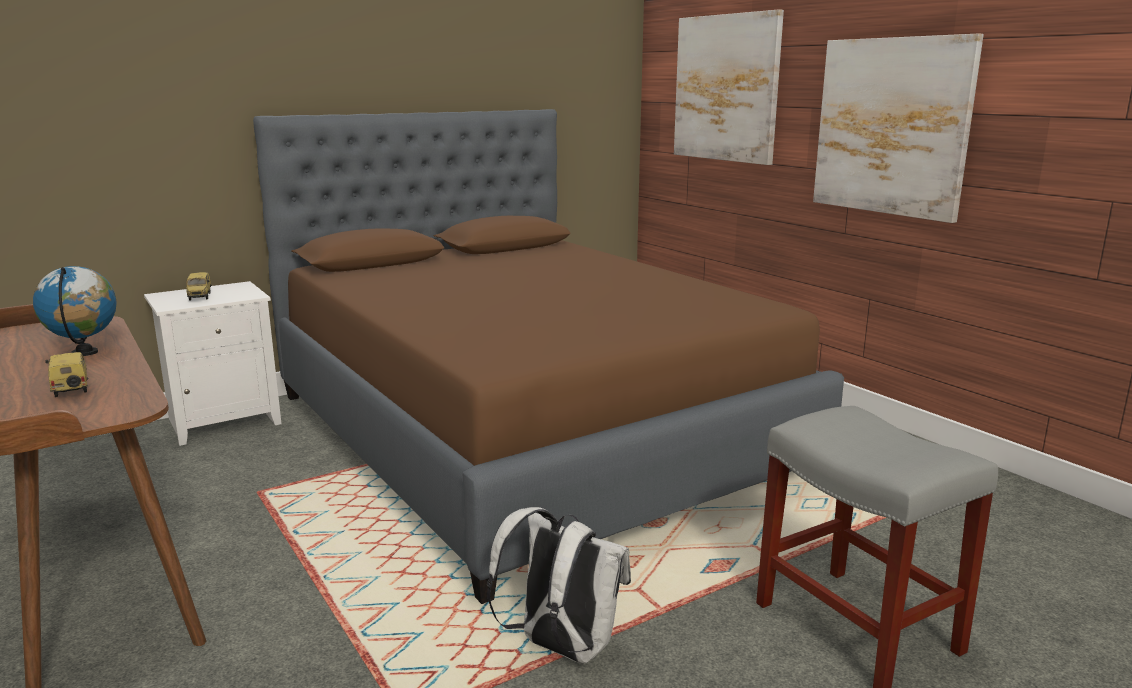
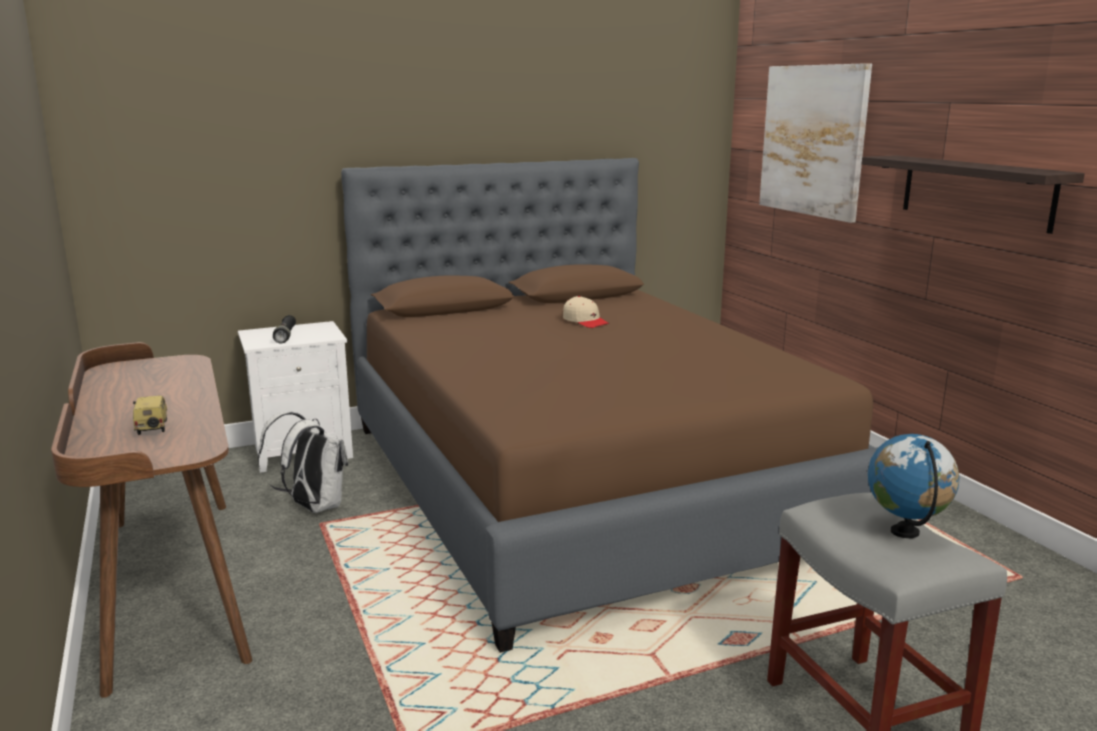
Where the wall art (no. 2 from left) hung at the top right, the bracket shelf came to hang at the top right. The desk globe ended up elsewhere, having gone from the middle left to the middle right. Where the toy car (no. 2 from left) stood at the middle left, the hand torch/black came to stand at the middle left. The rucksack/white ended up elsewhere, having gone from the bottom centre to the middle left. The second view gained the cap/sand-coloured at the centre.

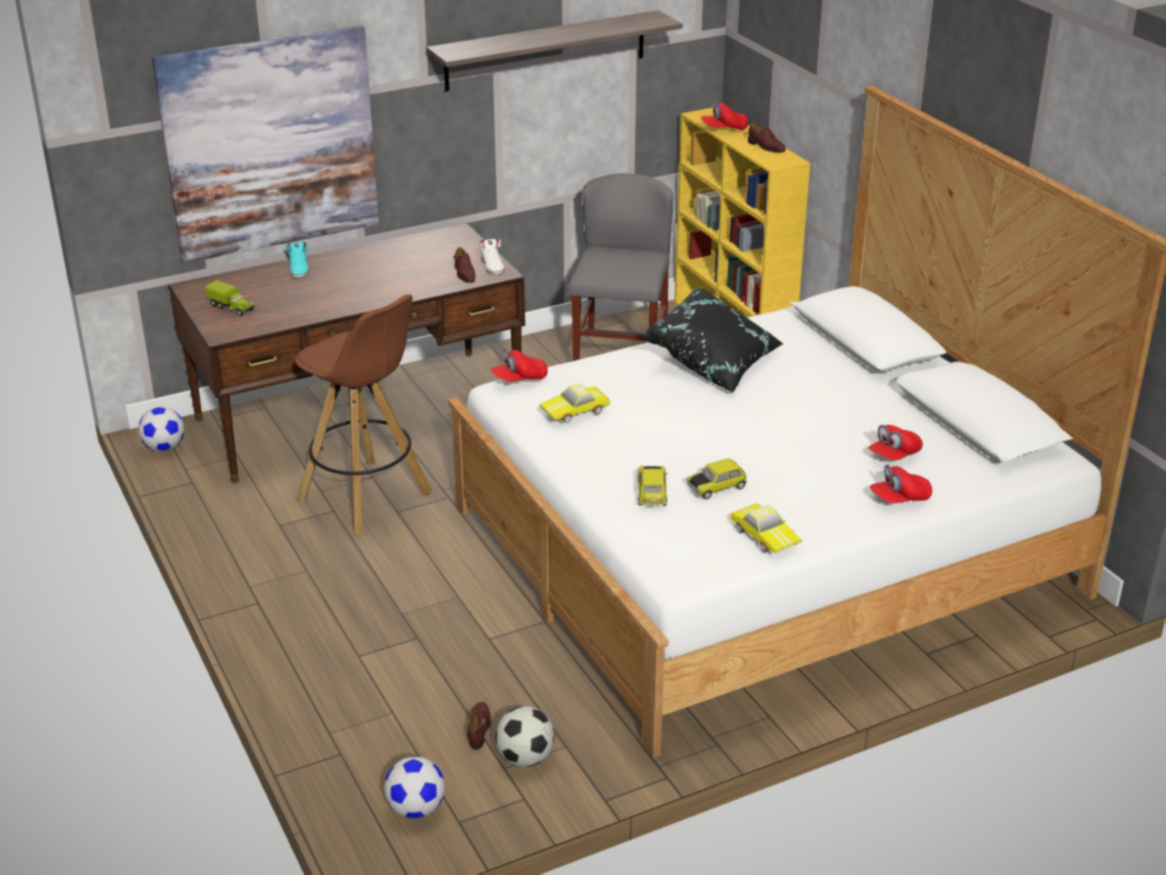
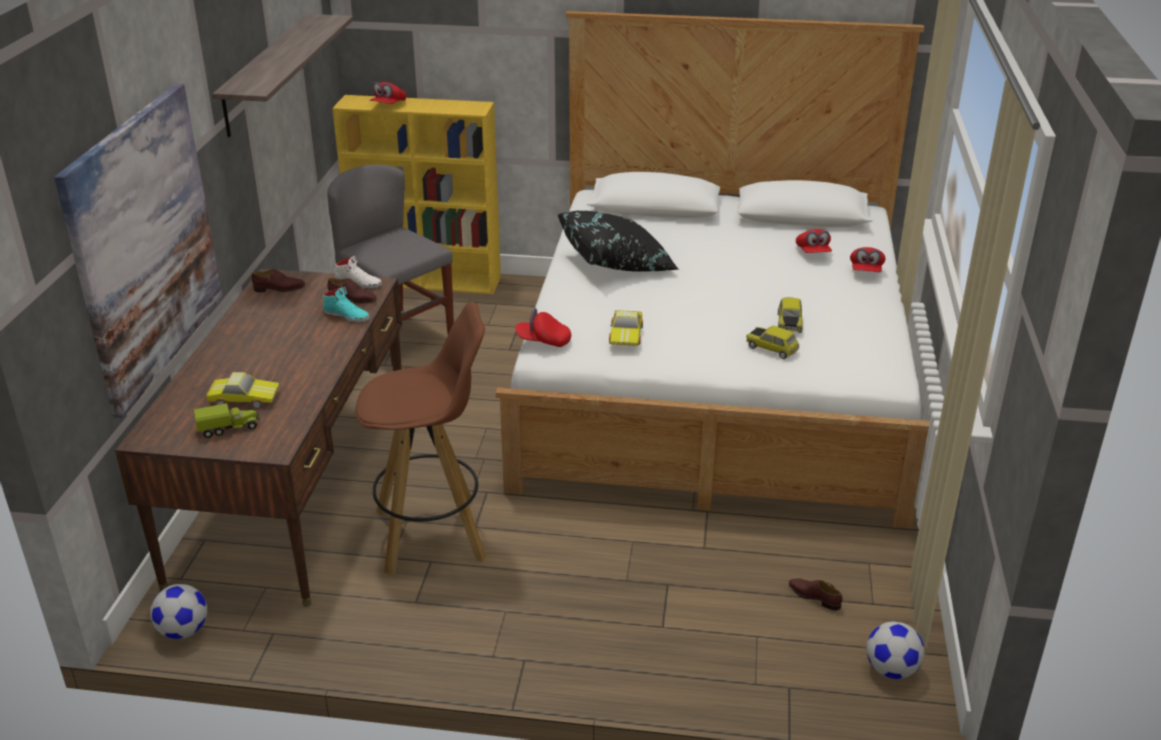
The low shoe/brownish (no. 3 from left in the first image) ended up elsewhere, having gone from the top centre to the middle left. The low shoe/turquoise-coloured ended up elsewhere, having gone from the top left to the middle left. The cap/reddish (no. 1 from left in the first image) at the centre ended up facing another way, 90 degrees clockwise from before. The toy car (no. 4 from left in the first image) ended up elsewhere, having gone from the centre to the middle left. The second view lost the ball for football (no. 3 from left) at the bottom centre.

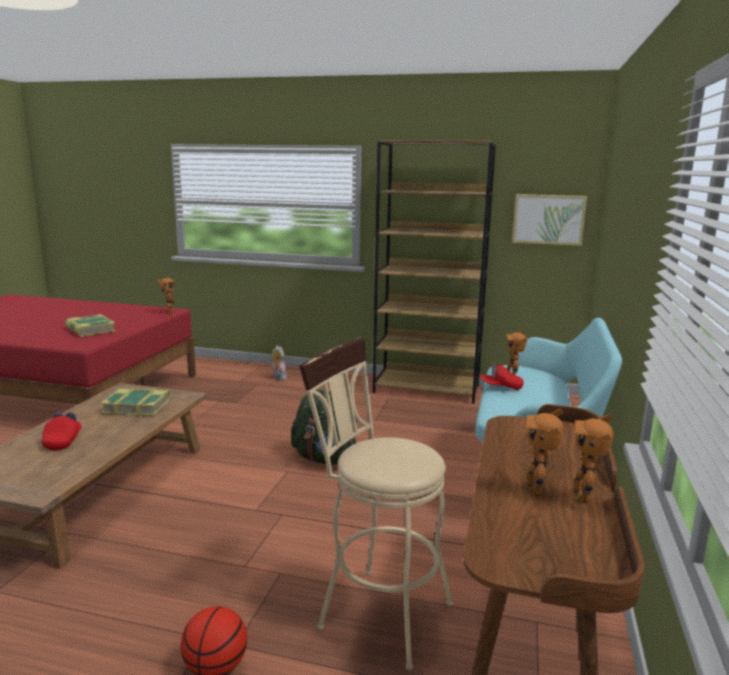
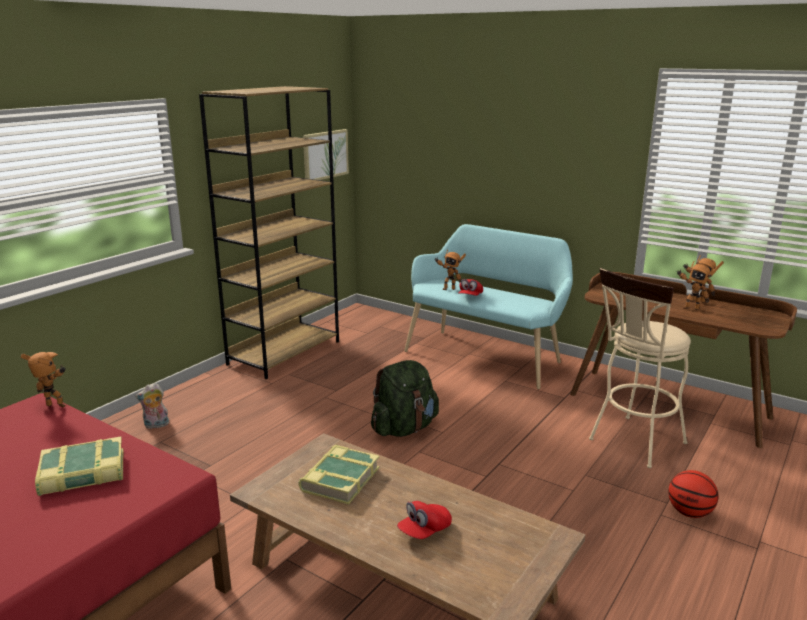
The cap/reddish (no. 1 from left) at the middle left ended up facing another way, 60 degrees counterclockwise from before.

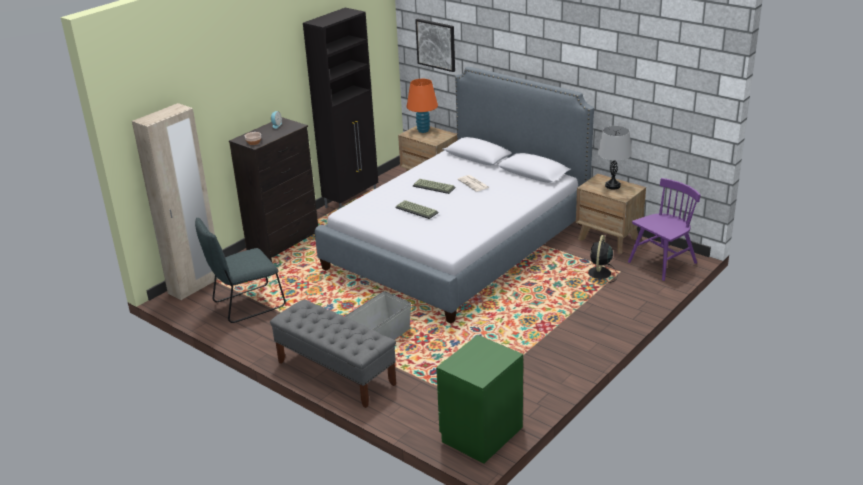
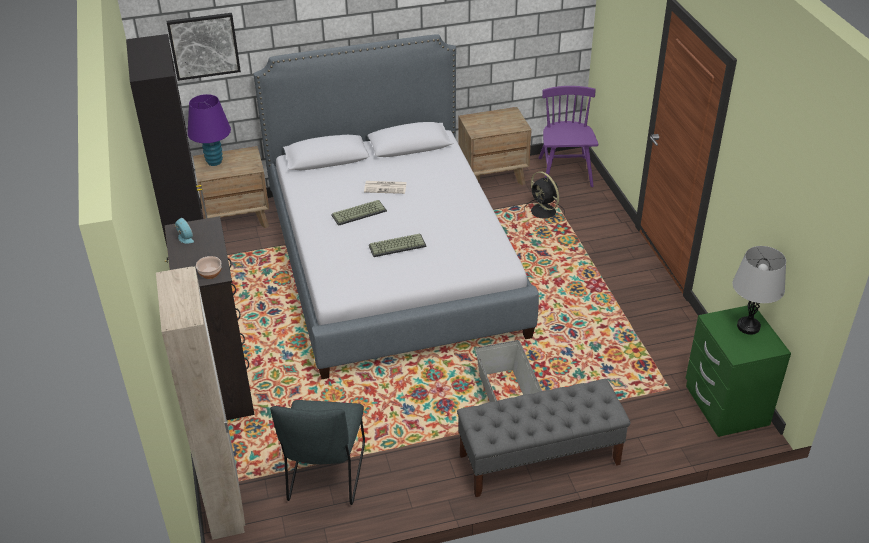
What was the lamp for a table/orange at the top centre turned into the lamp for a table/purple at the top left. The lamp for a table/grey ended up elsewhere, having gone from the top right to the middle right.

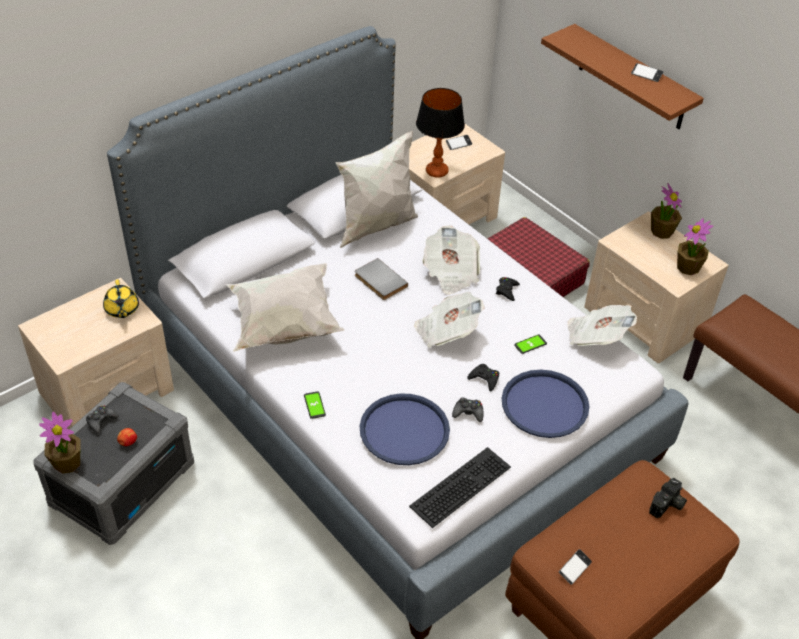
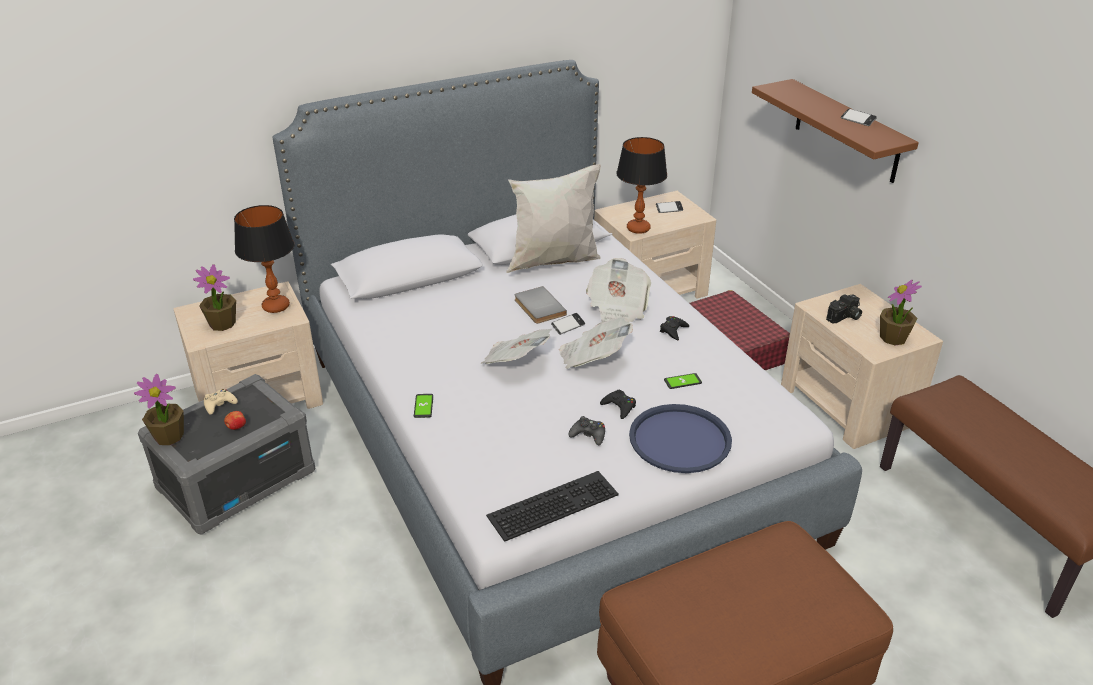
The houseplant (no. 2 from left) ended up elsewhere, having gone from the top right to the middle left. The second view lost the cushion/white (no. 1 from left) at the centre. Where the teapot/yellow stood at the middle left, the lamp for a table (no. 1 from left) came to stand at the middle left. The daily paper (no. 3 from left in the first image) ended up elsewhere, having gone from the middle right to the centre. The second view lost the serving tray/blue (no. 1 from left) at the bottom centre. What was the gamepad/black (no. 1 from left) at the middle left turned into the gamepad/sand-coloured at the middle left. The photo camera ended up elsewhere, having gone from the bottom right to the middle right. The phone (no. 4 from left in the first image) ended up elsewhere, having gone from the bottom right to the centre.

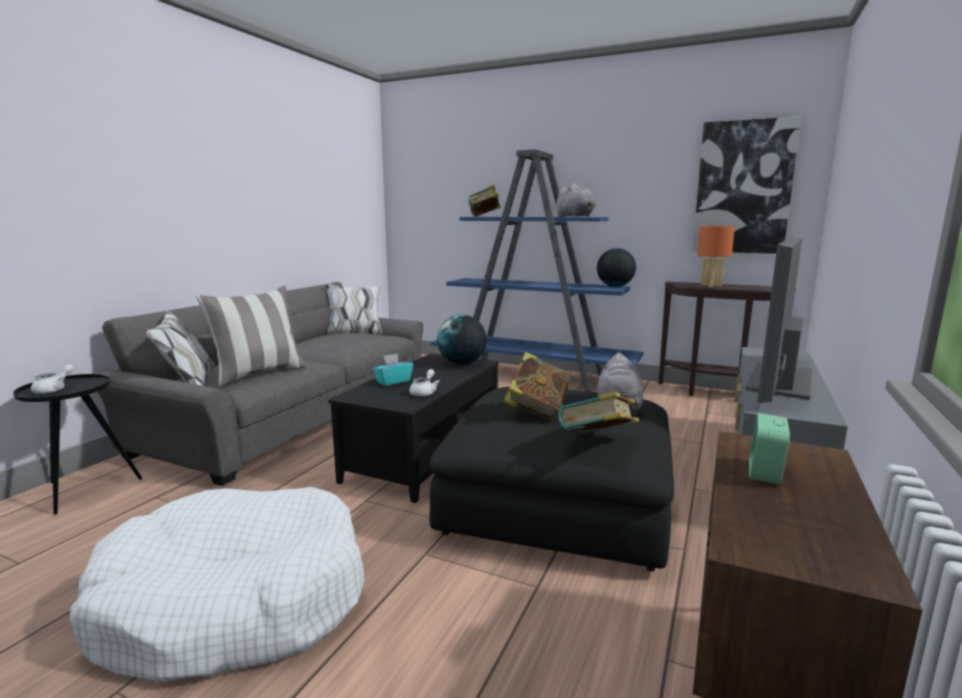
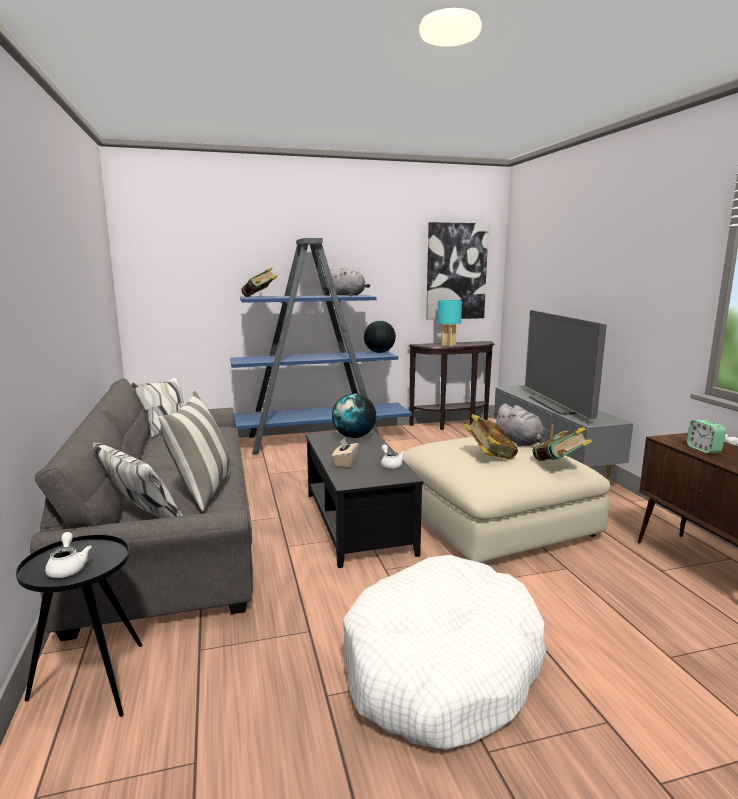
What was the lamp for a table/orange at the middle right turned into the lamp for a table/turquoise-coloured at the centre. What was the tissue box/turquoise-coloured at the centre turned into the tissue box/sand-coloured at the centre. What was the footrest/black at the bottom centre turned into the footrest/sand-coloured at the middle right.

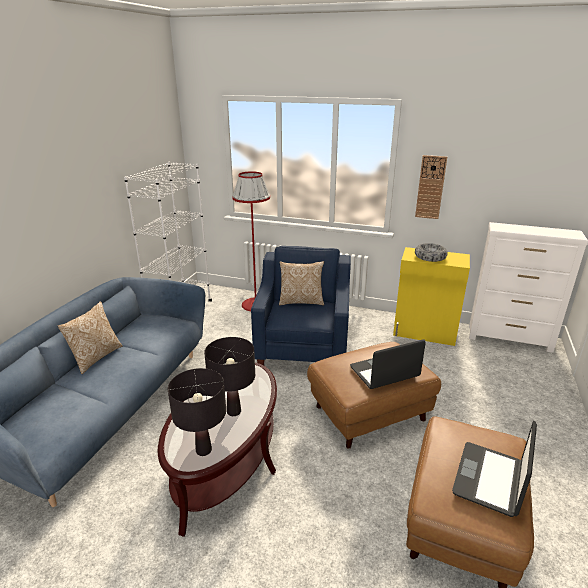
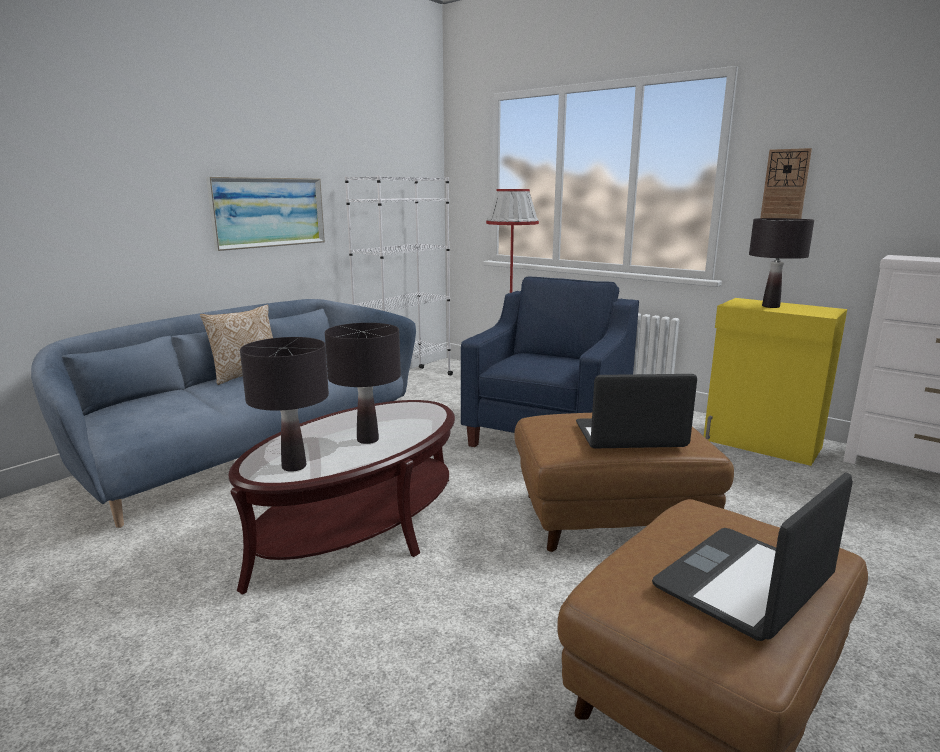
Where the serving bowl stood at the middle right, the lamp for a table/black (no. 3 from left) came to stand at the middle right. The second view lost the cushion (no. 2 from left) at the centre. The second view gained the wall art at the top left.

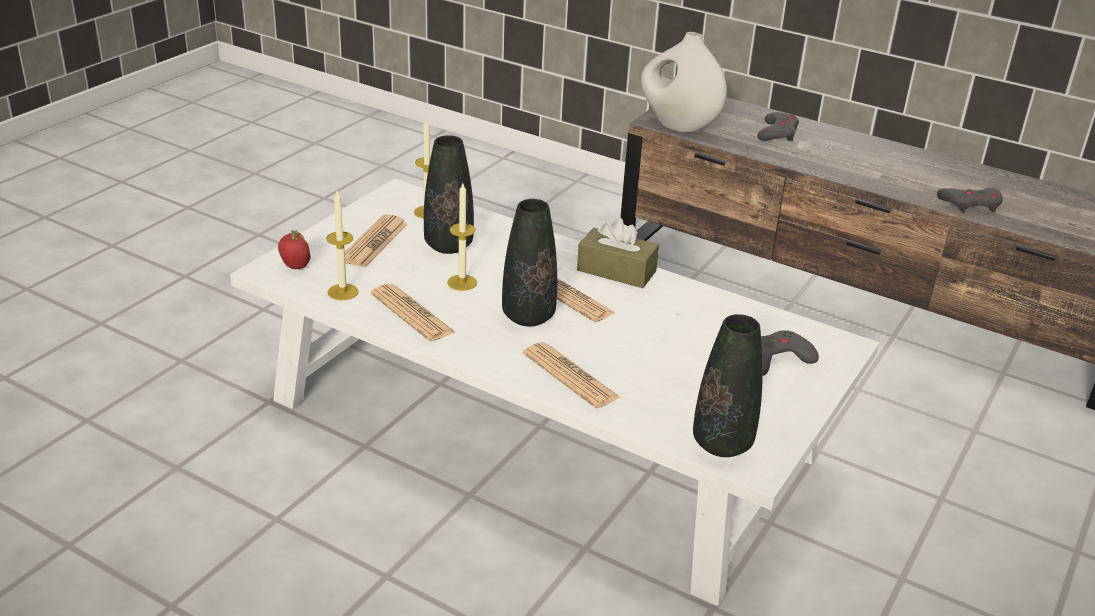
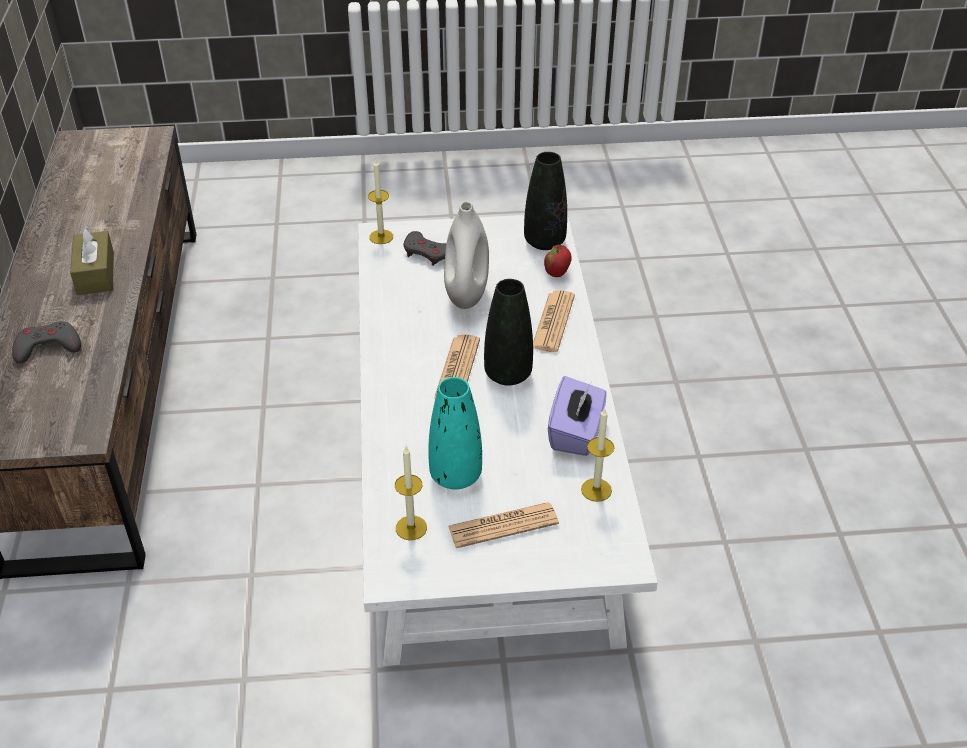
The flower vase/white ended up elsewhere, having gone from the top centre to the centre. What was the flower vase/black (no. 1 from left) at the top centre turned into the flower vase/turquoise-coloured at the centre. The wax candle (no. 3 from left in the first image) ended up elsewhere, having gone from the centre to the top centre. The second view lost the gamepad/grey (no. 3 from left) at the top right. The tissue box/brownish ended up elsewhere, having gone from the centre to the middle left. The apple fruit ended up elsewhere, having gone from the middle left to the centre. Where the daily paper (no. 2 from left) stood at the centre, the tissue box/purple came to stand at the centre.

